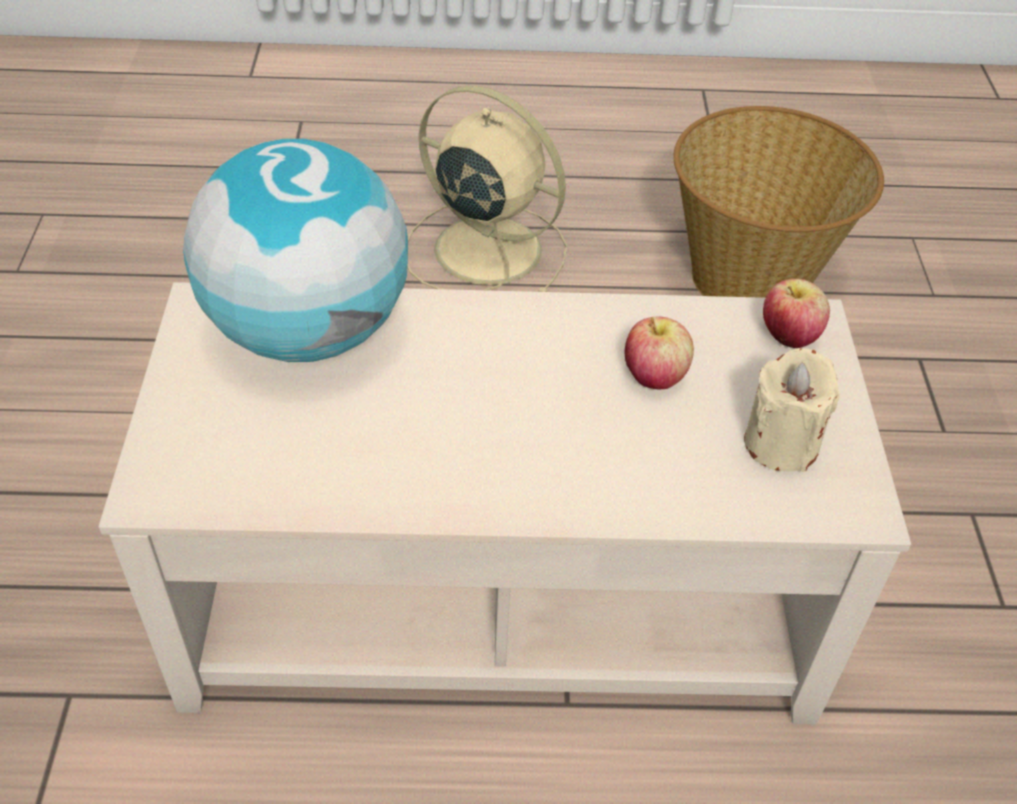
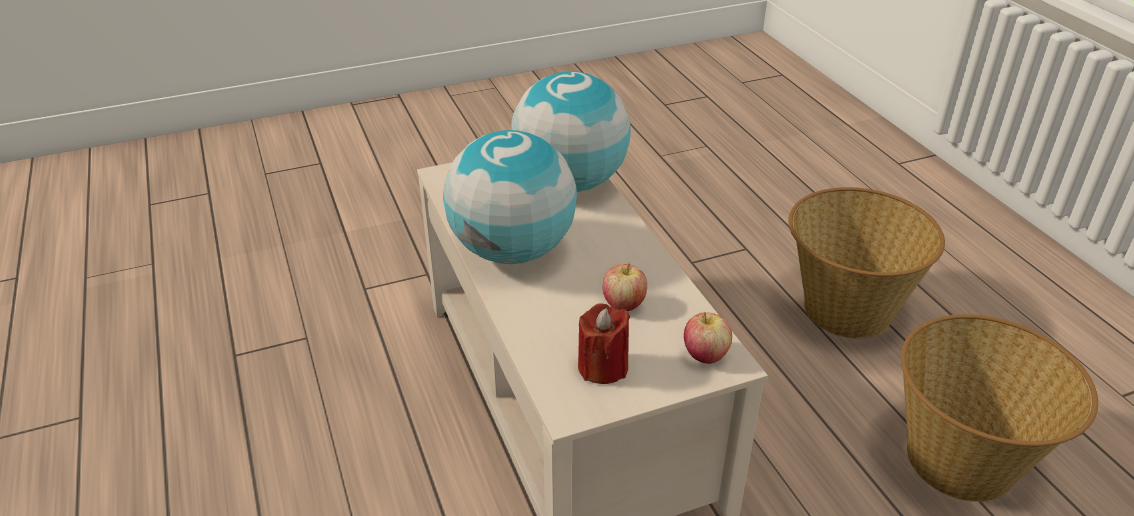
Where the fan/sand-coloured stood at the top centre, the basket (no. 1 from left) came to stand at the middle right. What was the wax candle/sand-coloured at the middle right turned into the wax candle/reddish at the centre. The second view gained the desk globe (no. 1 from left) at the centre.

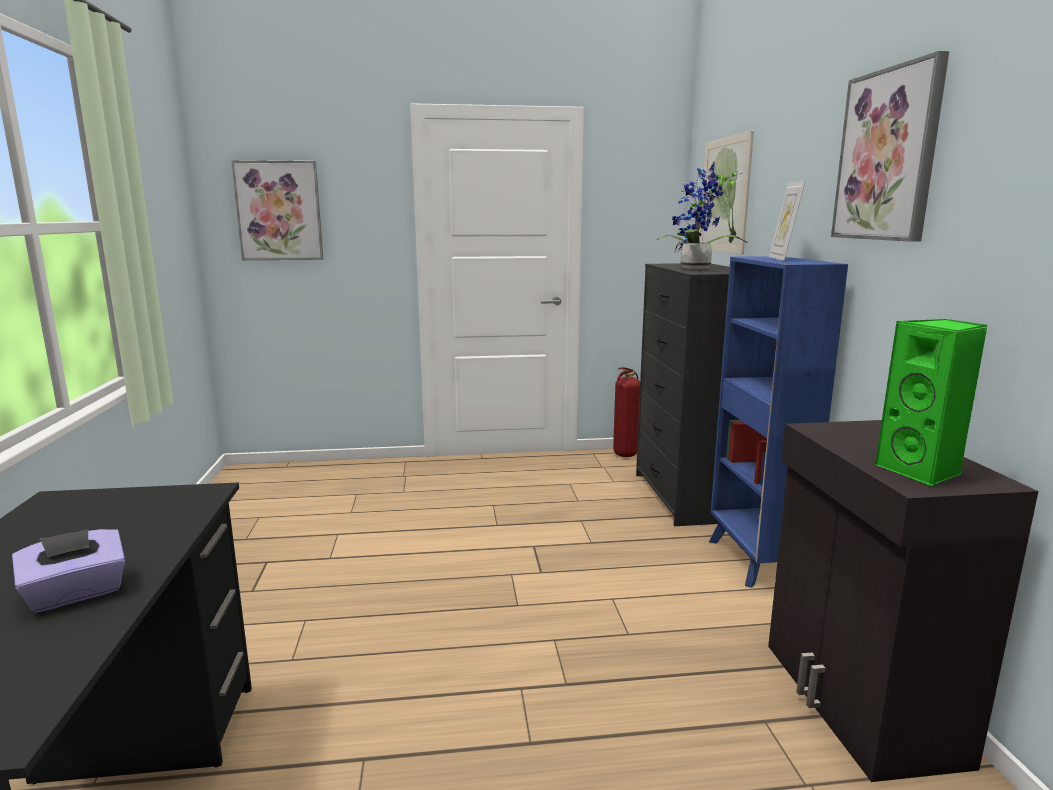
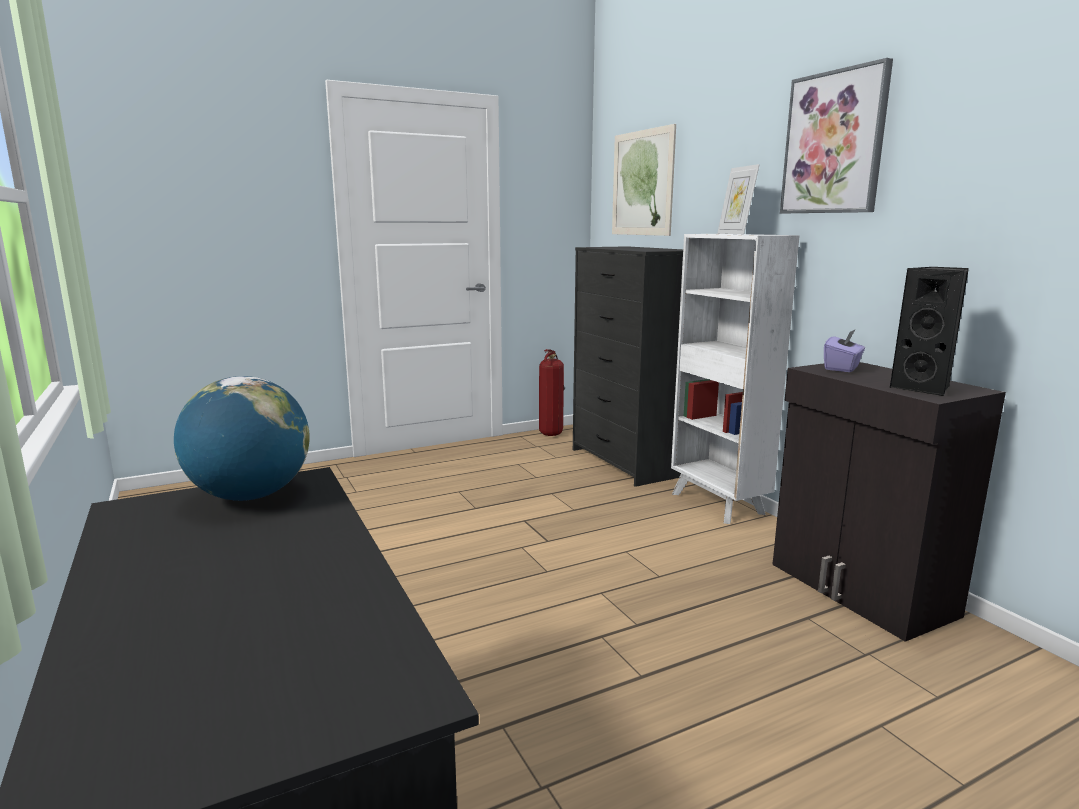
The second view lost the wall art (no. 1 from left) at the top left. The second view lost the houseplant at the top right. What was the shelving unit/blue at the middle right turned into the shelving unit/white at the middle right. What was the loudspeaker/green-coloured at the middle right turned into the loudspeaker/black at the middle right. The tissue box/purple ended up elsewhere, having gone from the bottom left to the middle right. The second view gained the desk globe at the middle left.

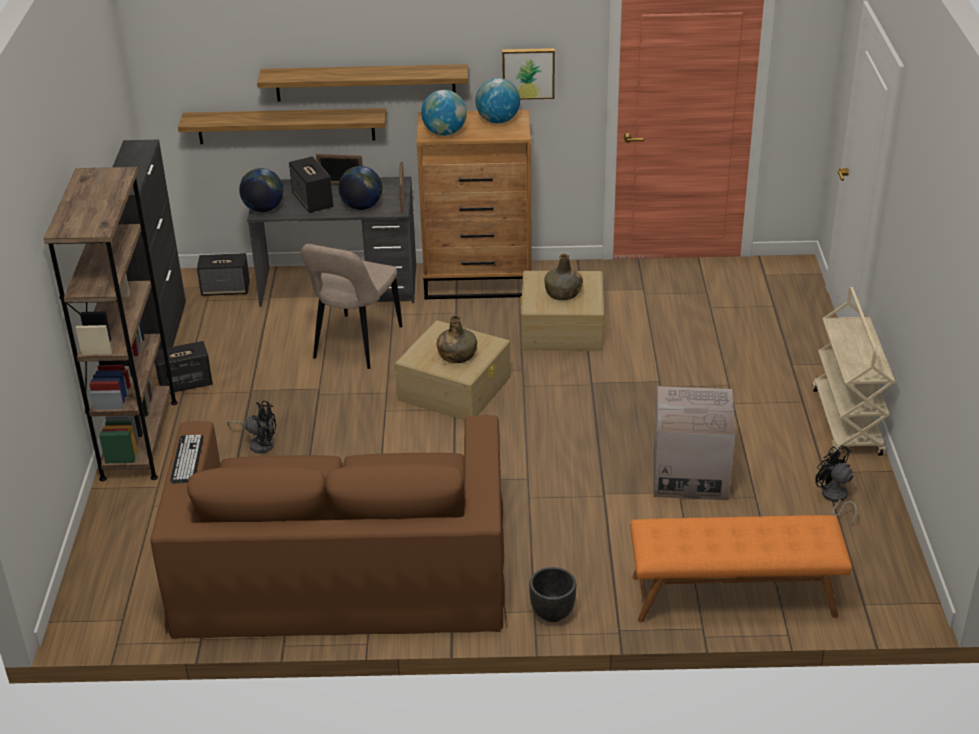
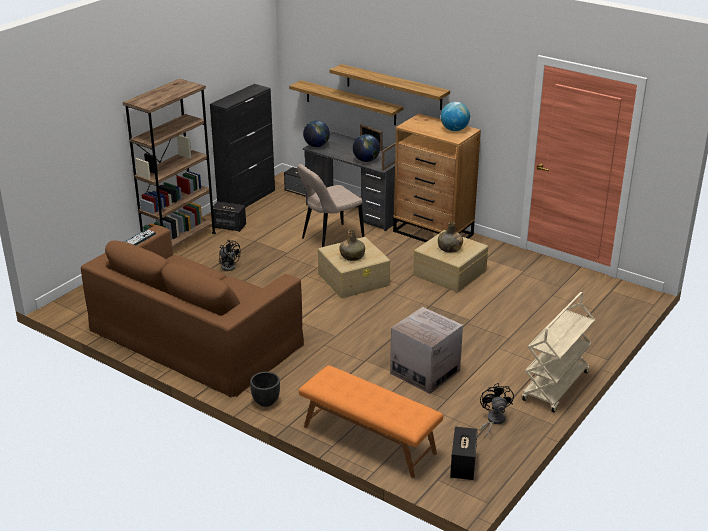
The second view lost the wall art at the top centre. The second view lost the desk globe (no. 3 from left) at the top centre. The loudspeaker (no. 3 from left) ended up elsewhere, having gone from the top left to the bottom centre.

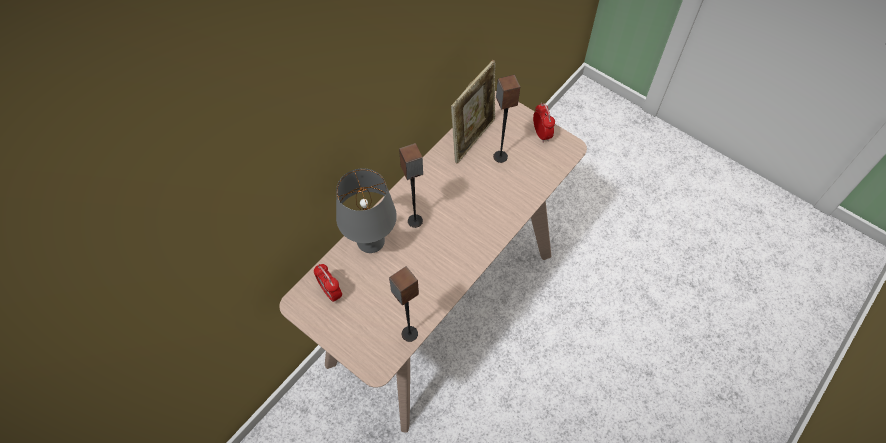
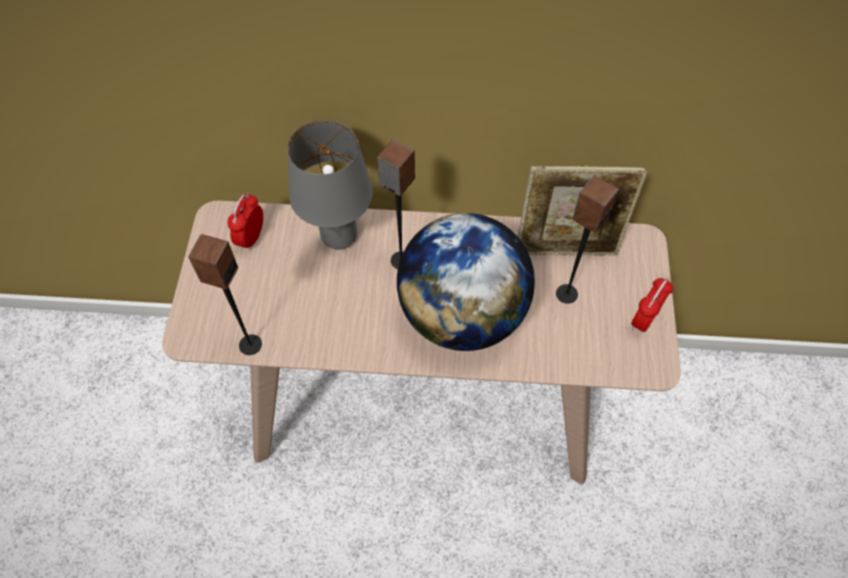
The second view gained the desk globe at the centre.

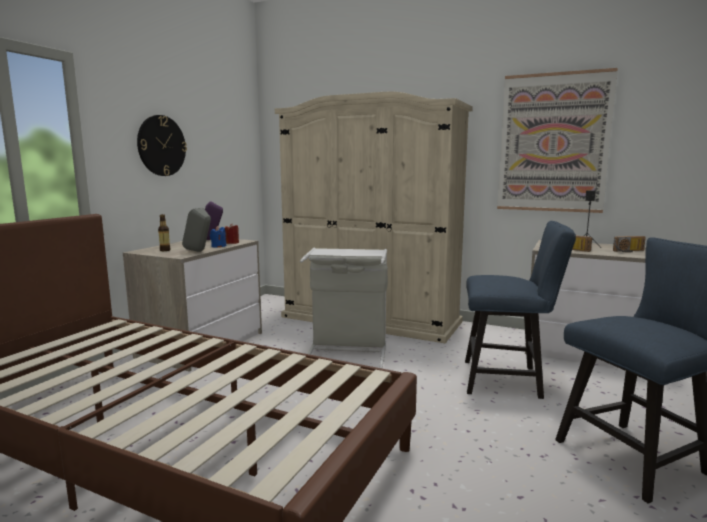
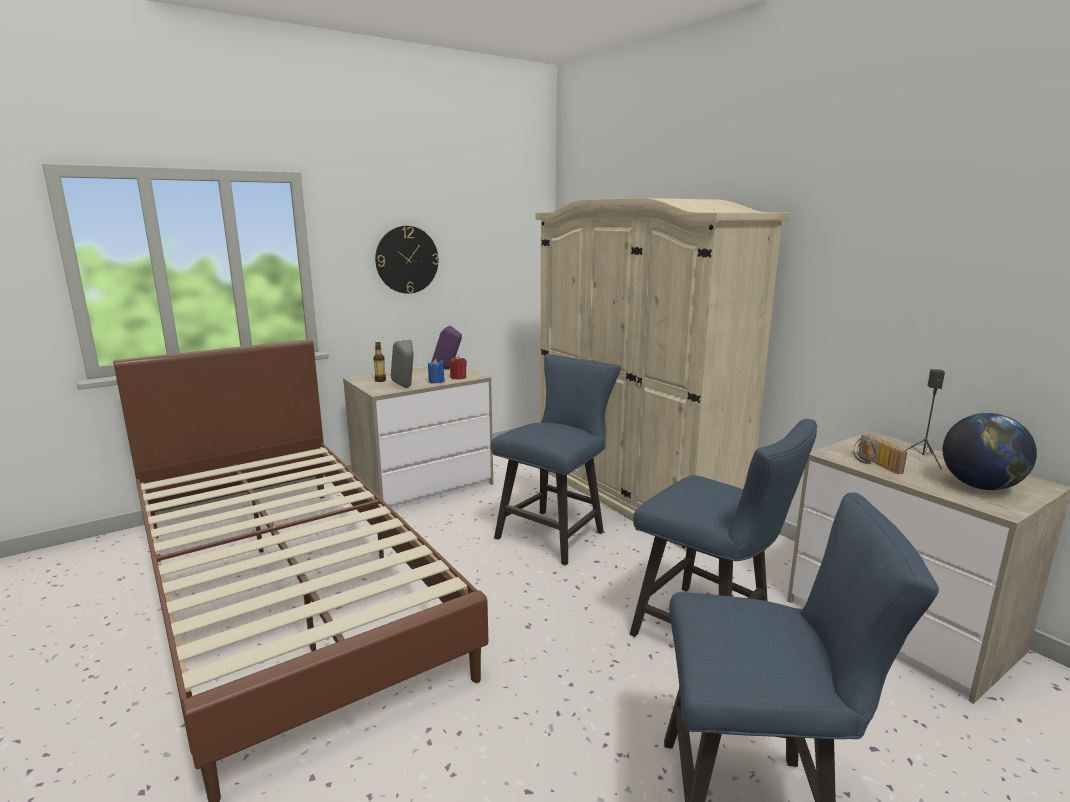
The second view lost the wall art at the top right. Where the radio receiver (no. 2 from left) stood at the middle right, the desk globe came to stand at the middle right. Where the washing basket/grey stood at the centre, the chair/blue (no. 1 from left) came to stand at the centre.

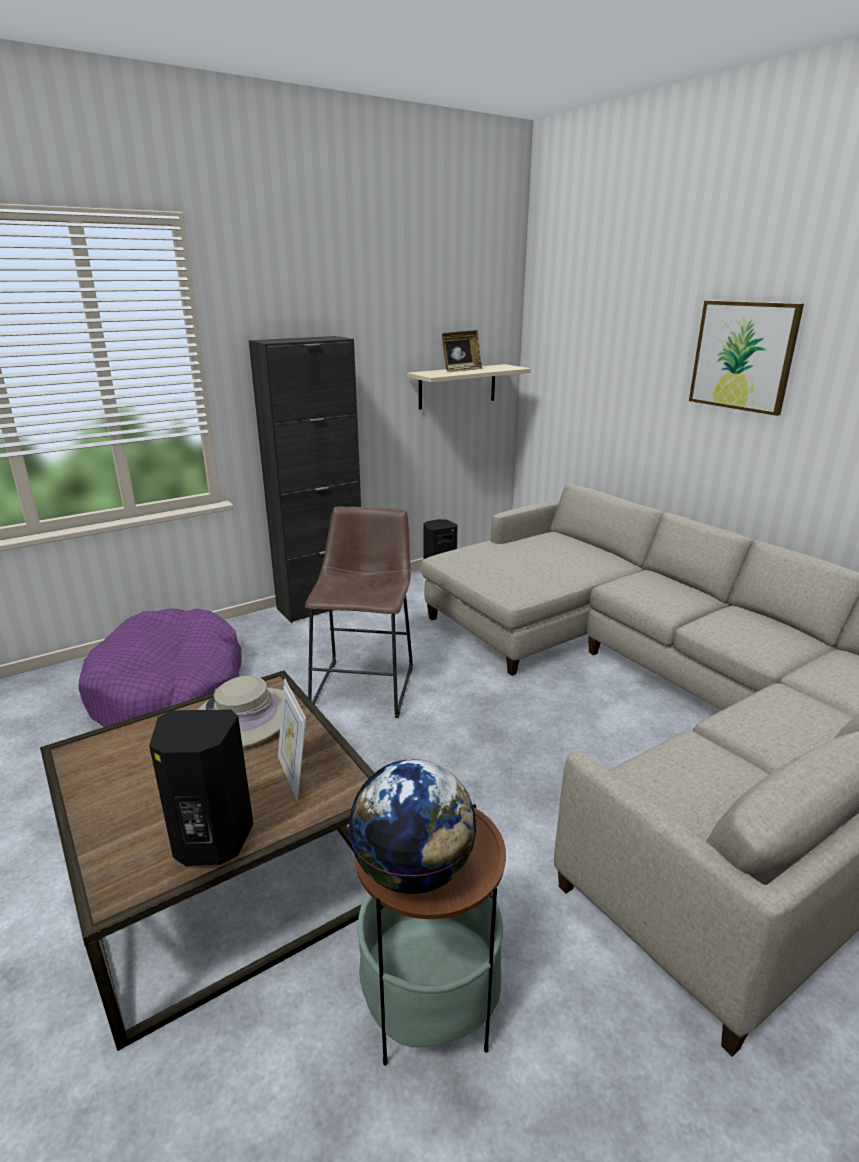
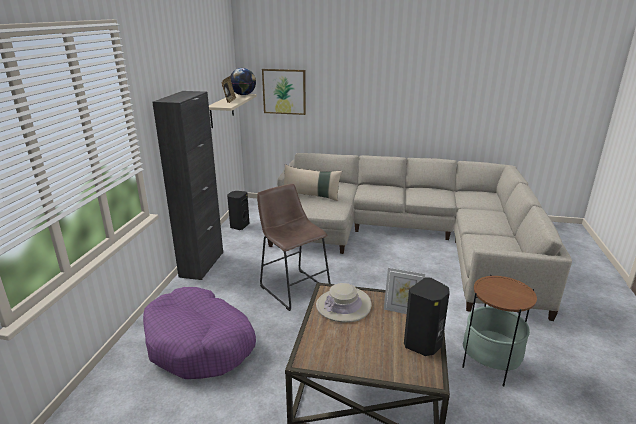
The wall art ended up elsewhere, having gone from the top right to the top centre. The desk globe ended up elsewhere, having gone from the bottom centre to the top centre. The second view gained the cushion/sand-coloured at the centre.

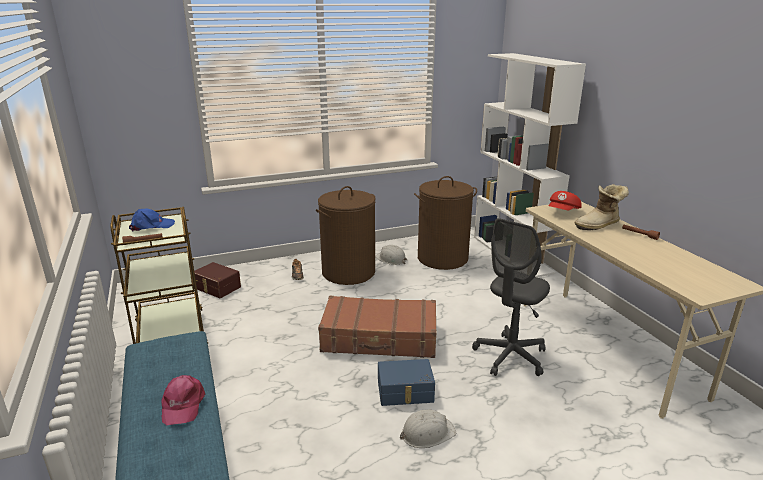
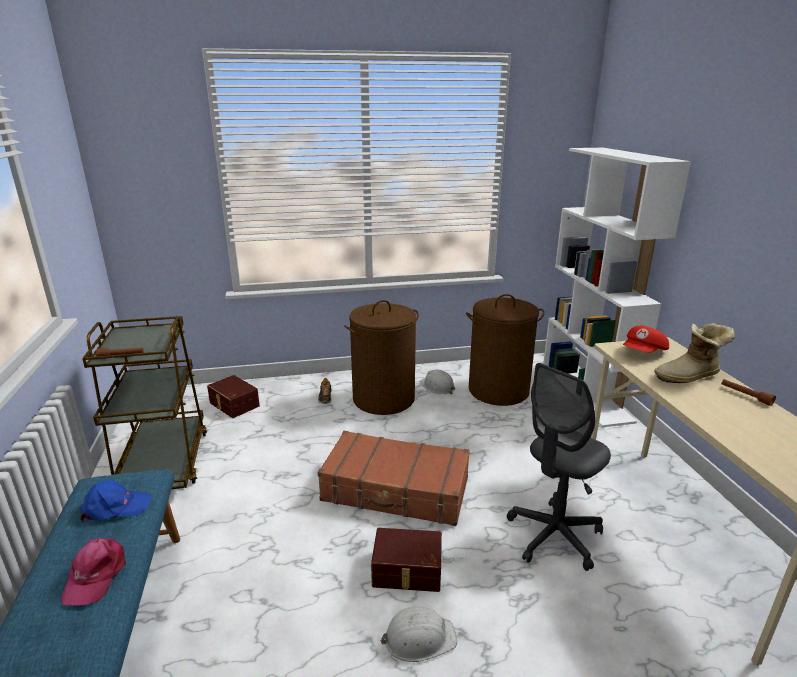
The cap/blue ended up elsewhere, having gone from the middle left to the bottom left. What was the storage container/blue at the bottom centre turned into the storage container/brownish (no. 2 from left) at the bottom centre.

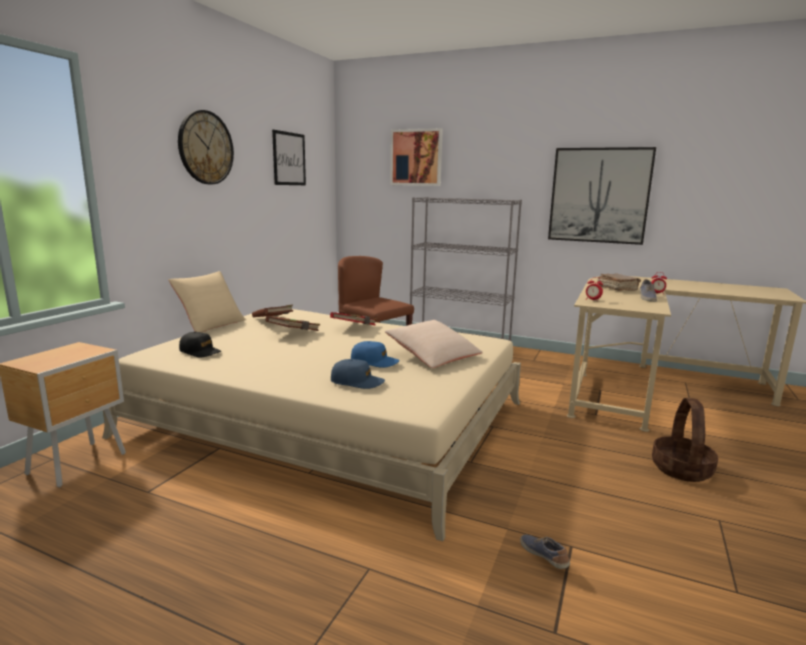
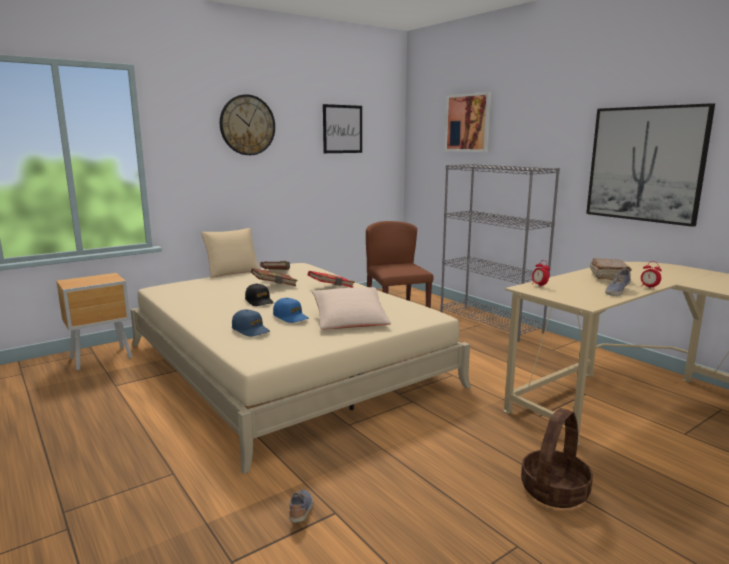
The cap/black ended up elsewhere, having gone from the middle left to the centre.

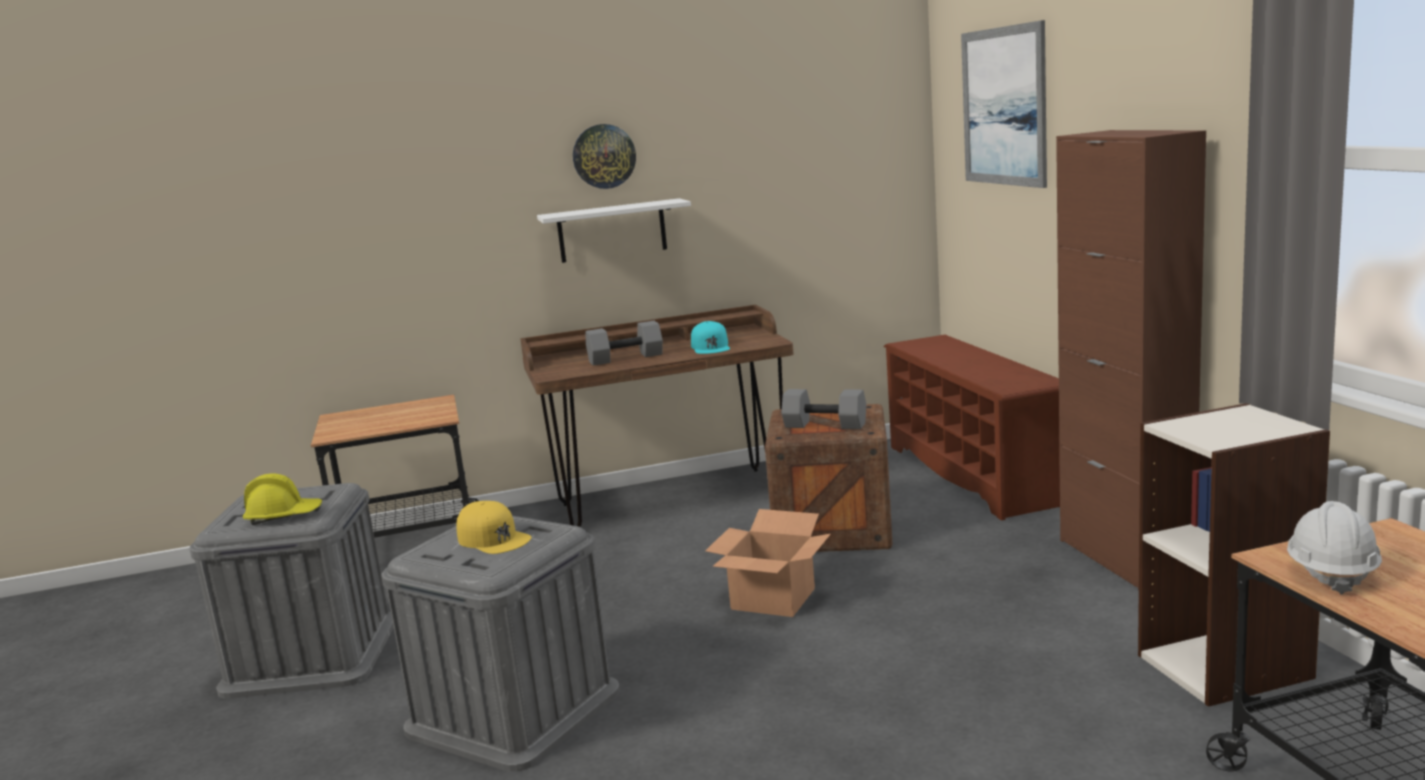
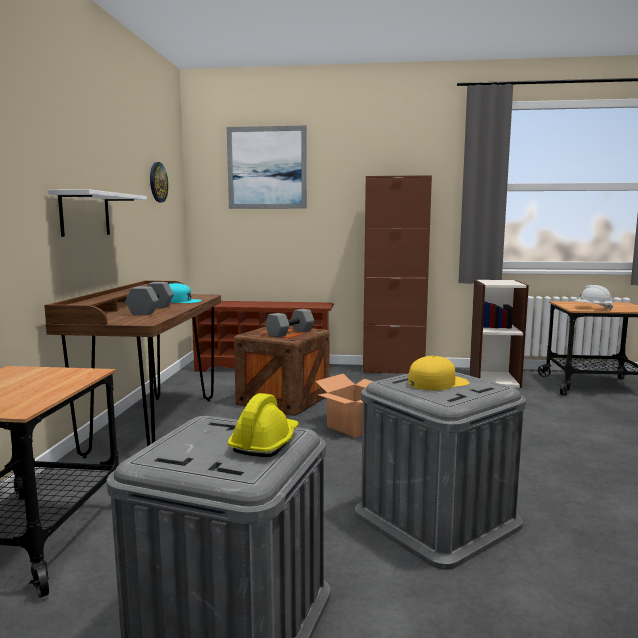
The wall clock ended up elsewhere, having gone from the top centre to the top left.

